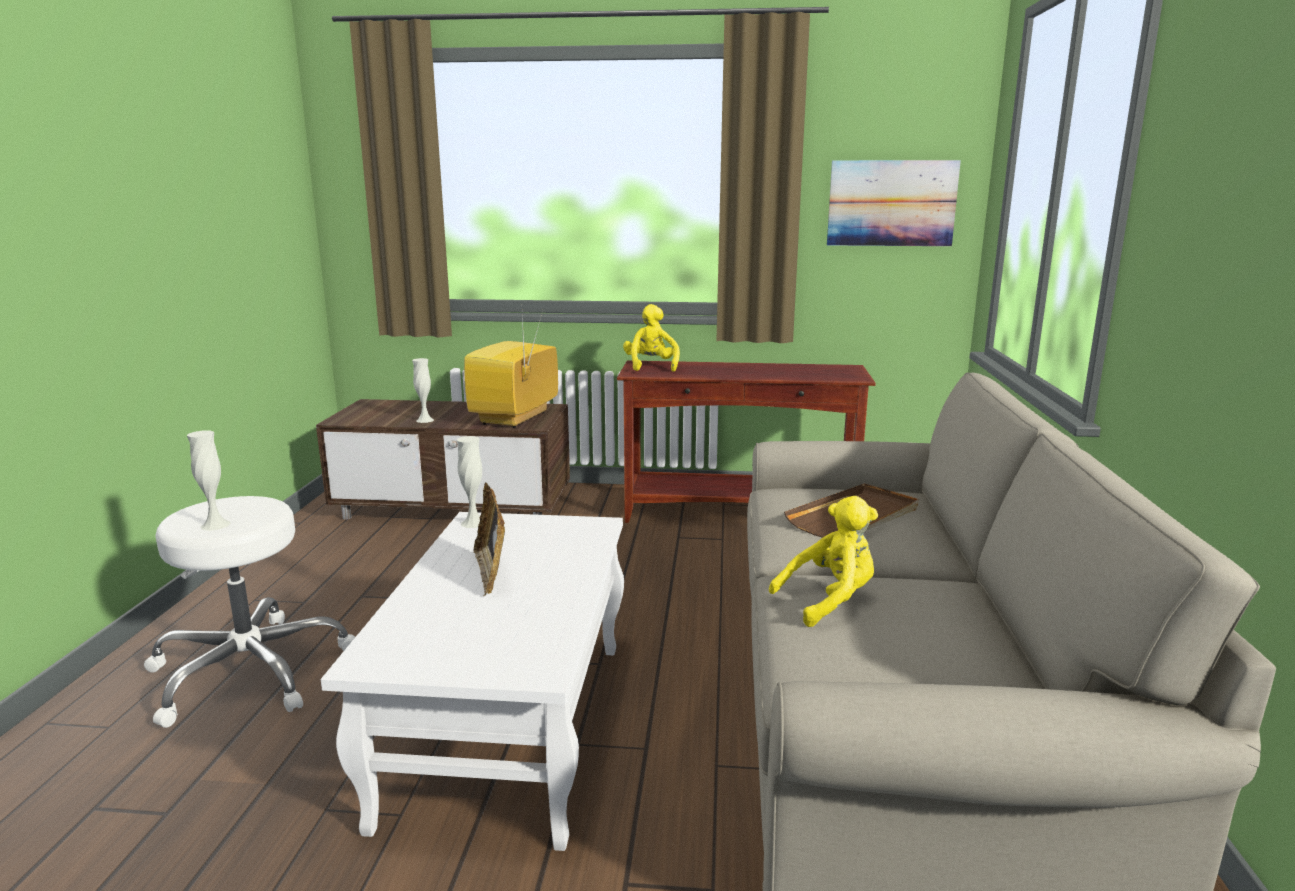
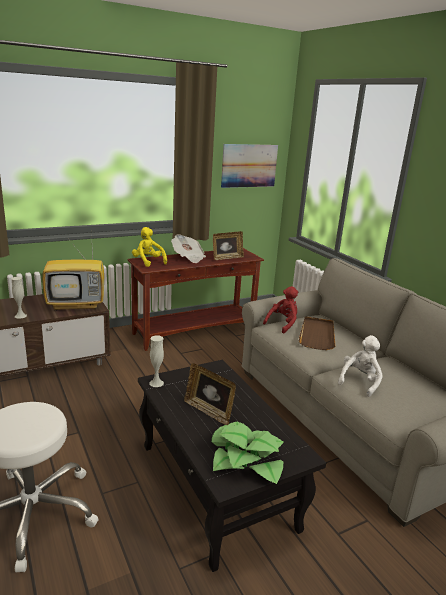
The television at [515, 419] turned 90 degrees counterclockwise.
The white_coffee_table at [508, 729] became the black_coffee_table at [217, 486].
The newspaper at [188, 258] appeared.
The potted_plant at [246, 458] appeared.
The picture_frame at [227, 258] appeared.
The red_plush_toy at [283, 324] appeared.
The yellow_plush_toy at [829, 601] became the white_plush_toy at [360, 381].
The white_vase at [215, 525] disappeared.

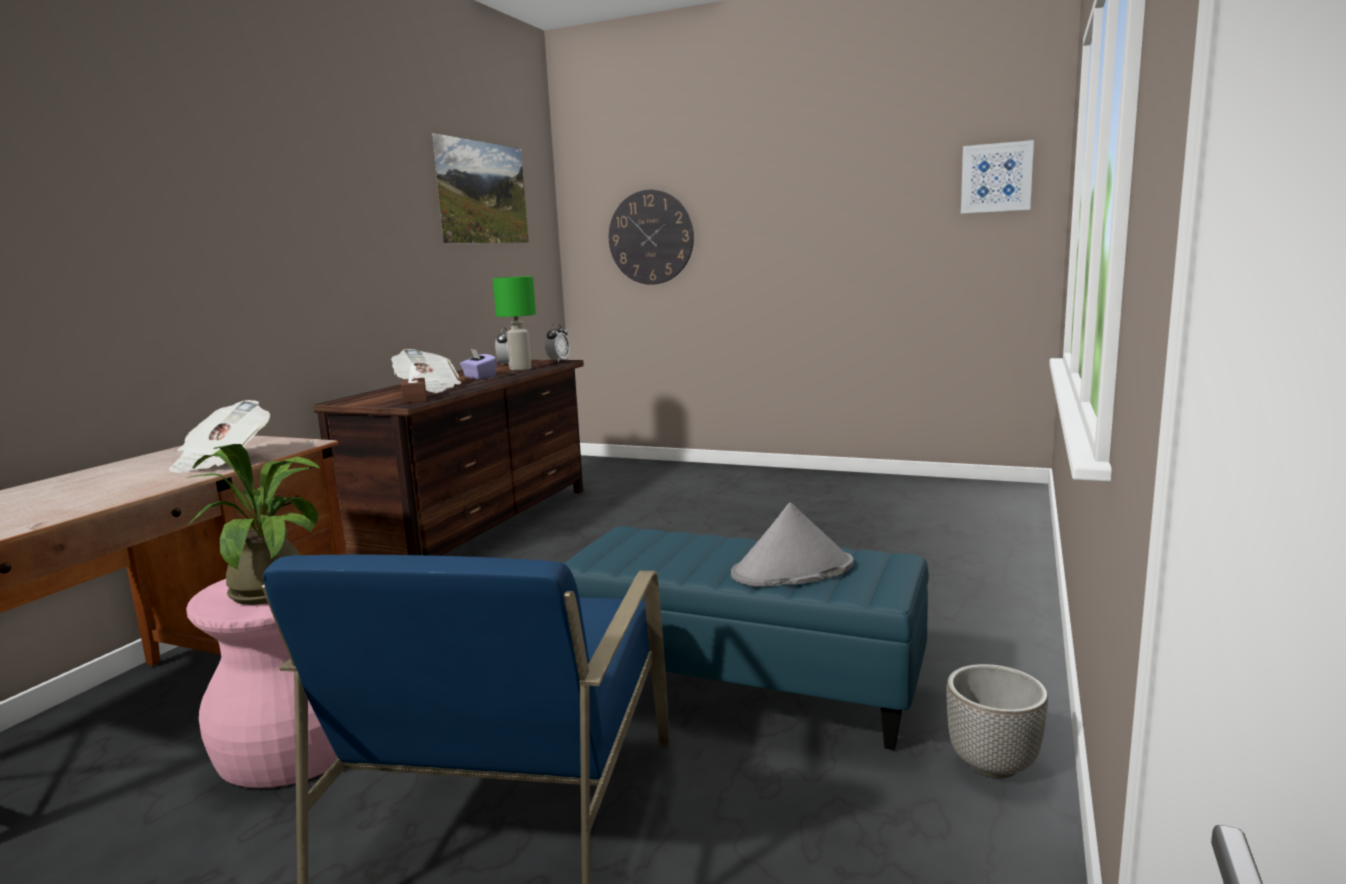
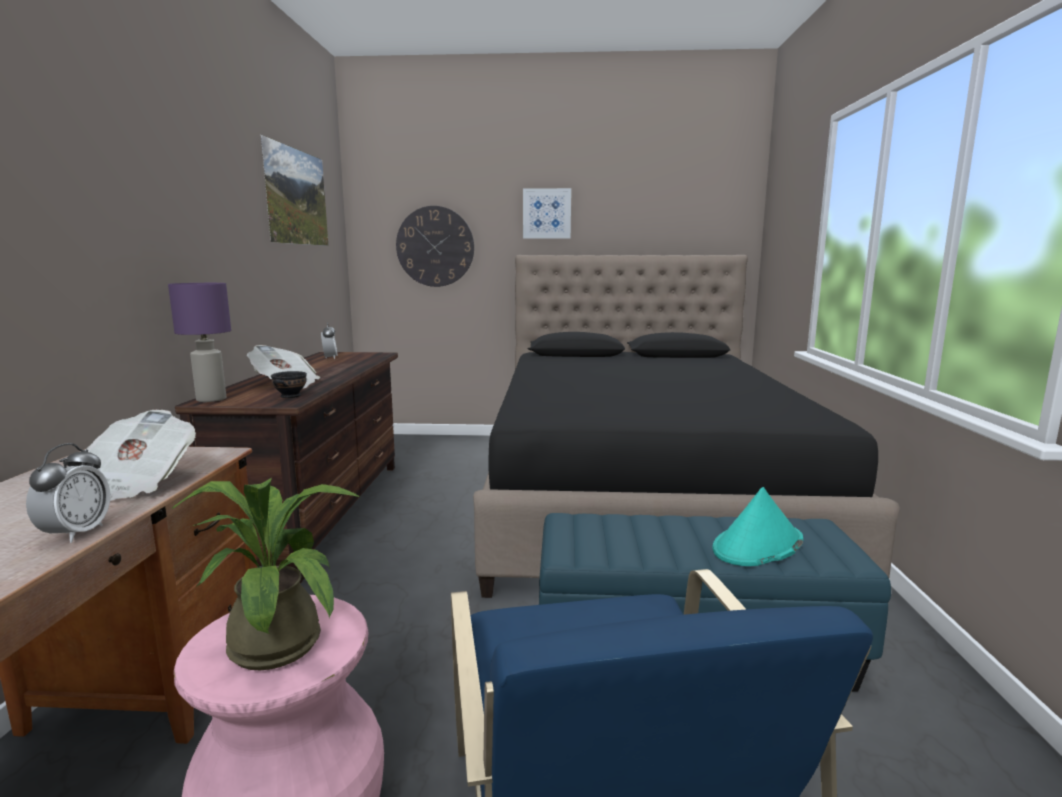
The alarm_clock moved from [558, 361] to [76, 533].
The purple_table_lamp at [210, 399] appeared.
The brown_tissue_box at [415, 399] was replaced by the black_bowl at [289, 396].
The black_bed at [641, 496] appeared.
The picture moved from [996, 178] to [546, 213].
The grey_hat at [792, 570] became the turquoise_hat at [757, 546].
The purple_tissue_box at [479, 377] disappeared.
The green_table_lamp at [520, 369] disappeared.
The planter at [993, 765] disappeared.

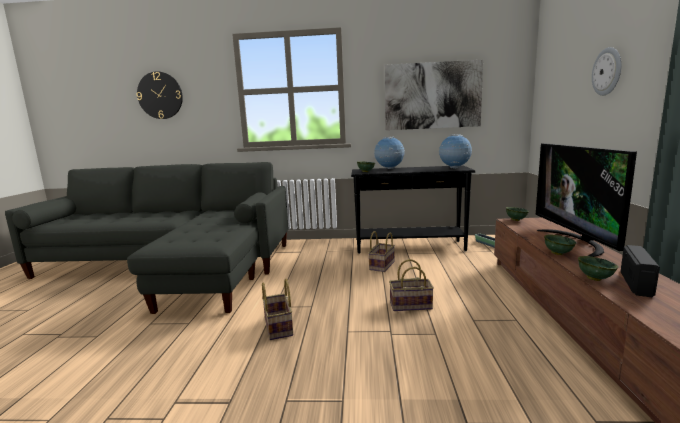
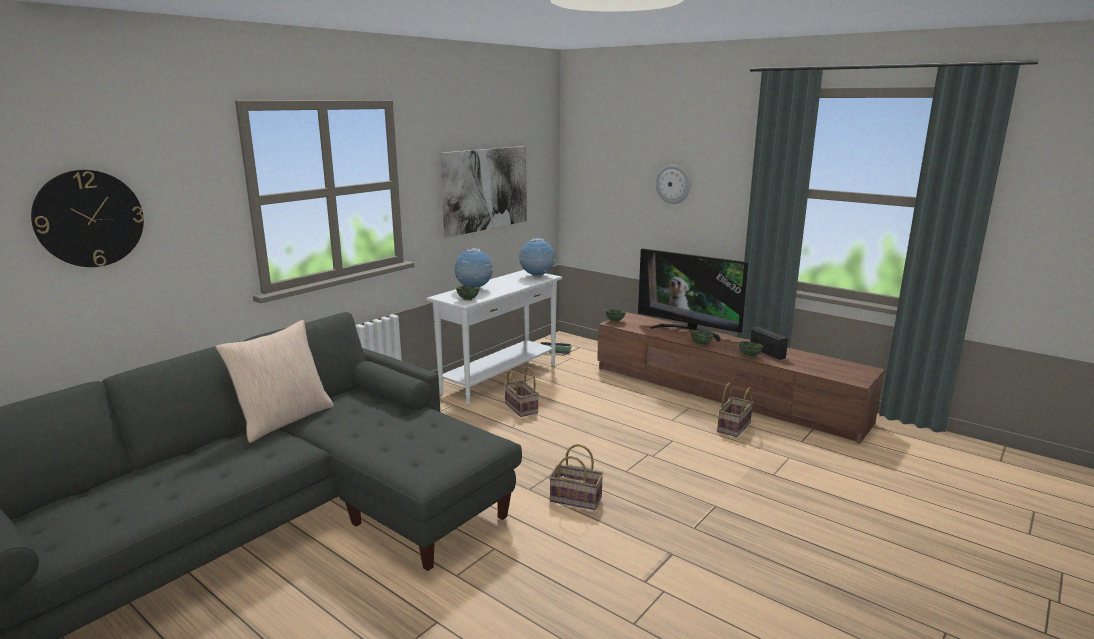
The beige_pillow at [284, 420] appeared.
The black_console_table at [410, 247] became the white_console_table at [500, 378].
The basket moved from [410, 306] to [734, 427].

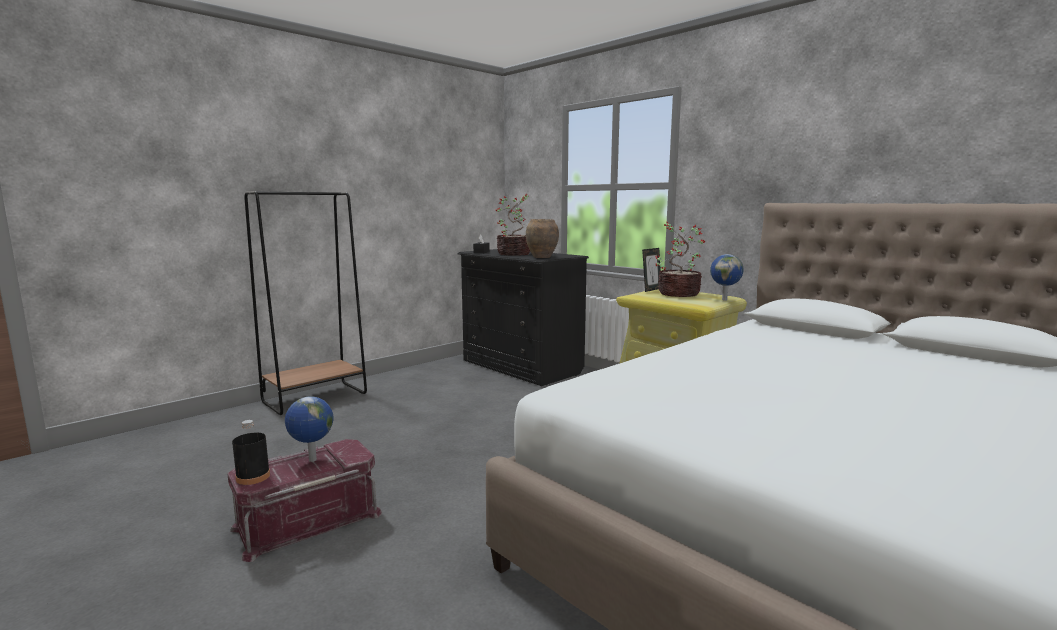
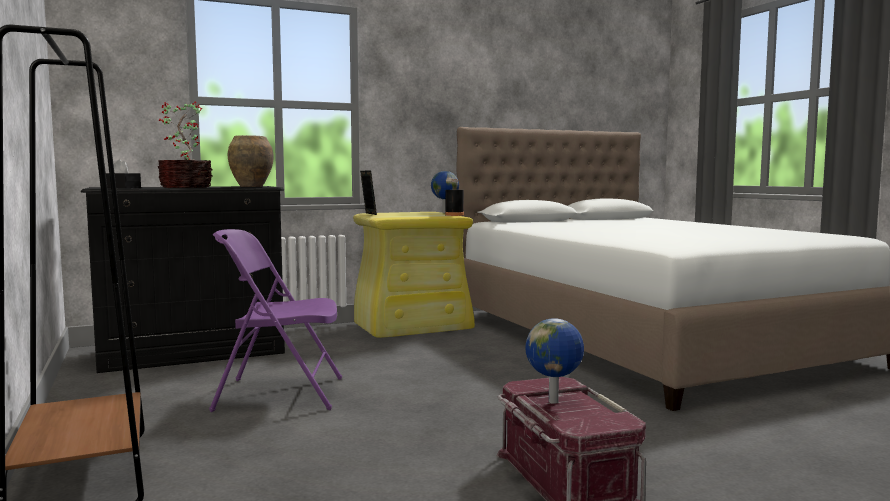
The purple_chair at [280, 393] appeared.
The black_bottle moved from [253, 477] to [454, 215].
The potted_plant at [677, 294] disappeared.

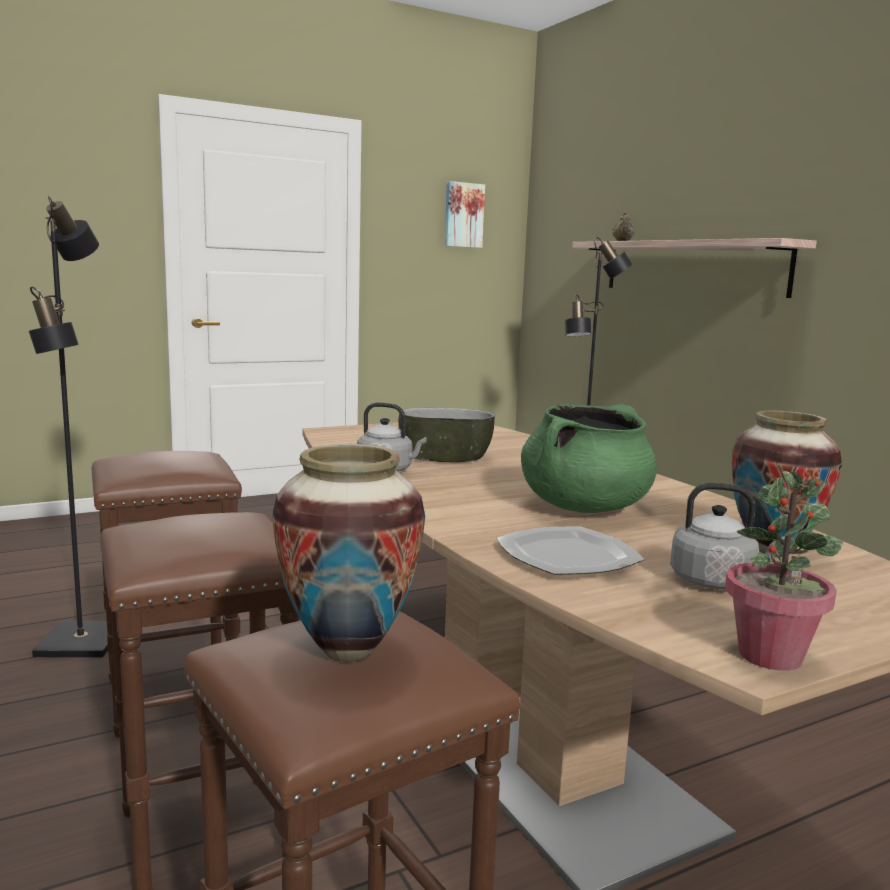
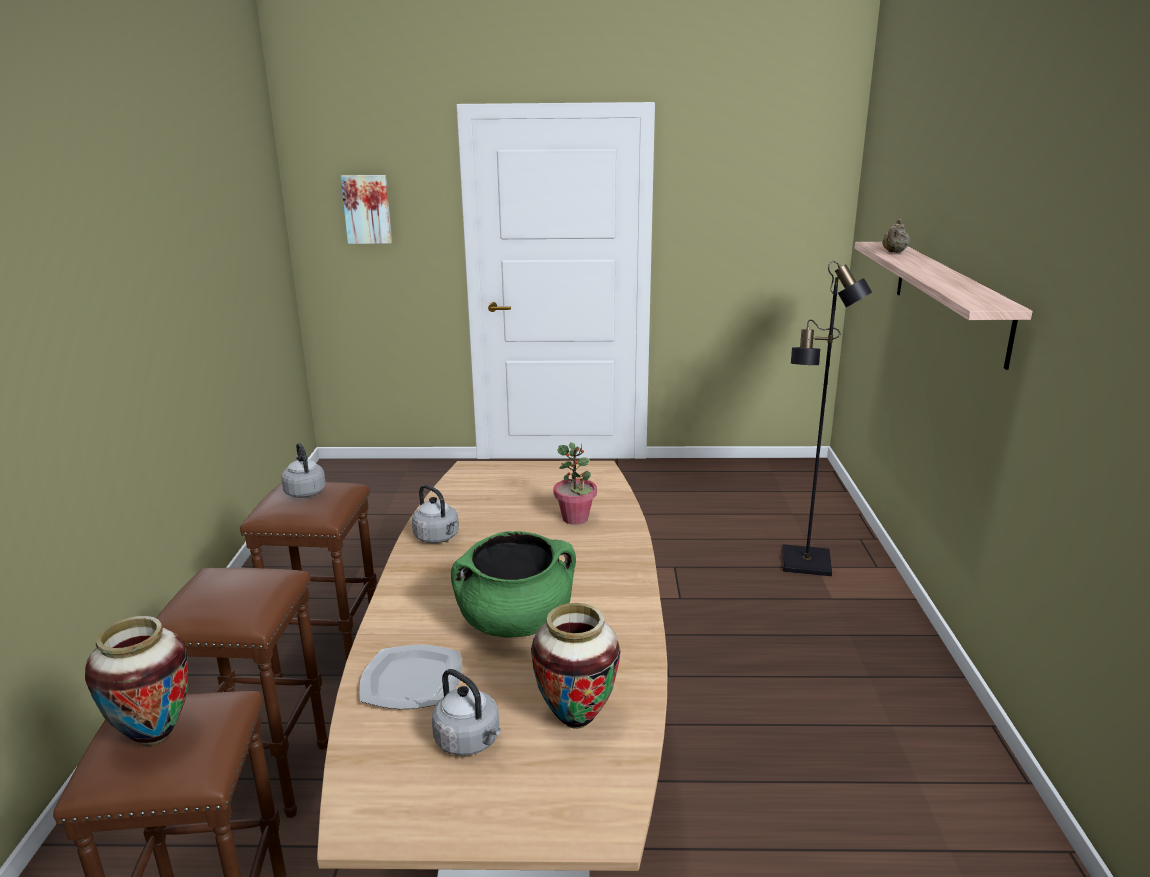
The grey_kettle at [304, 491] appeared.
The picture moved from [463, 215] to [367, 209].
The potted_plant moved from [771, 656] to [575, 518].
The black_floor_lamp at [80, 641] disappeared.
The bowl at [445, 457] disappeared.

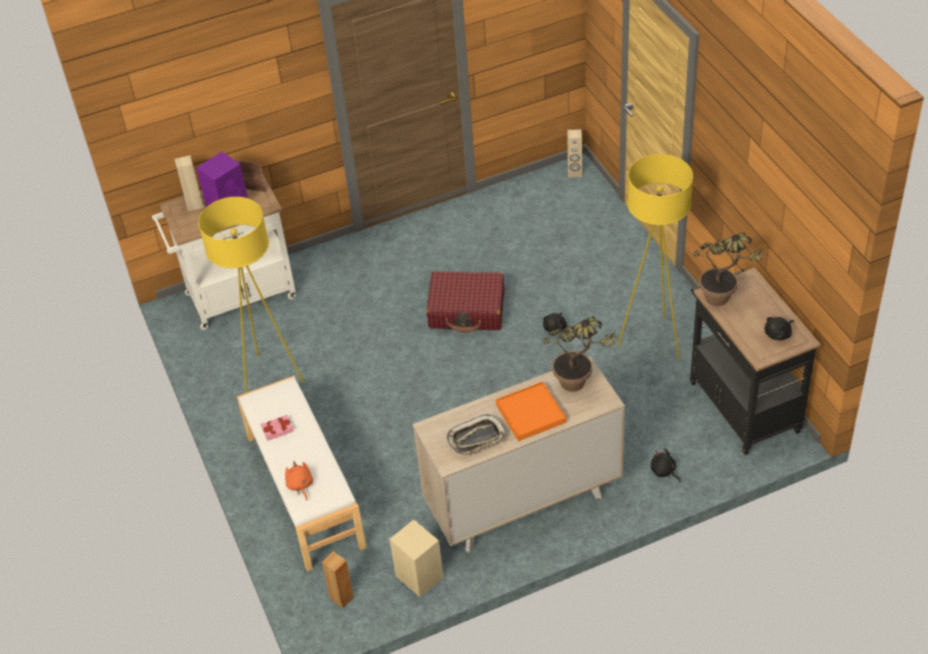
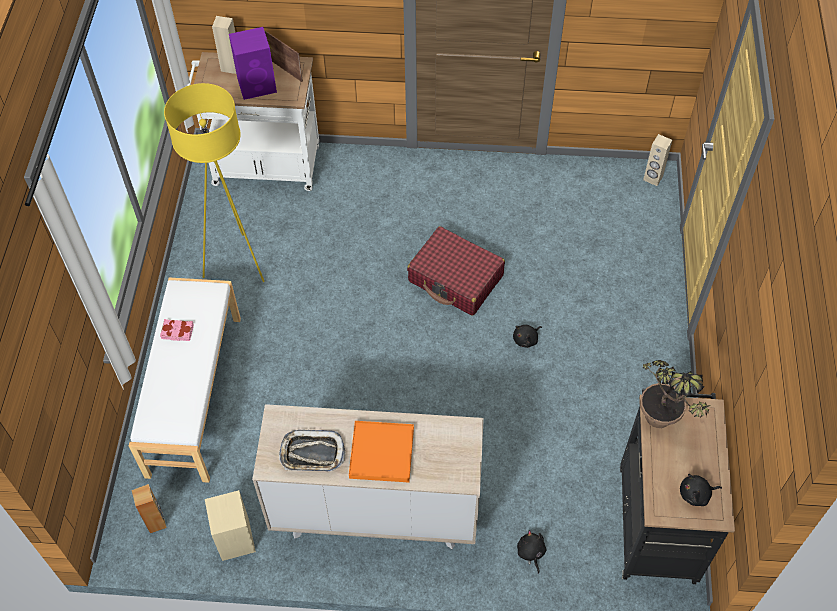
The orange_plush_toy at [300, 485] disappeared.
The potted_plant at [580, 386] disappeared.
The yellow_floor_lamp at [652, 340] disappeared.

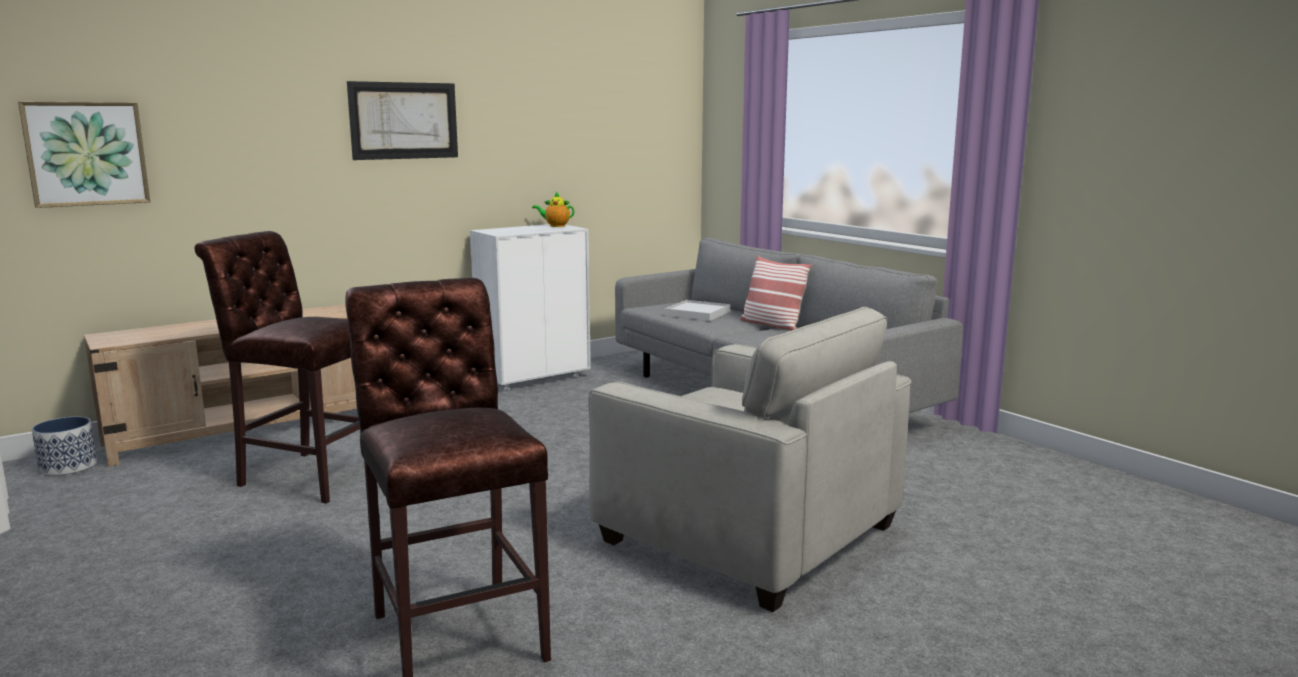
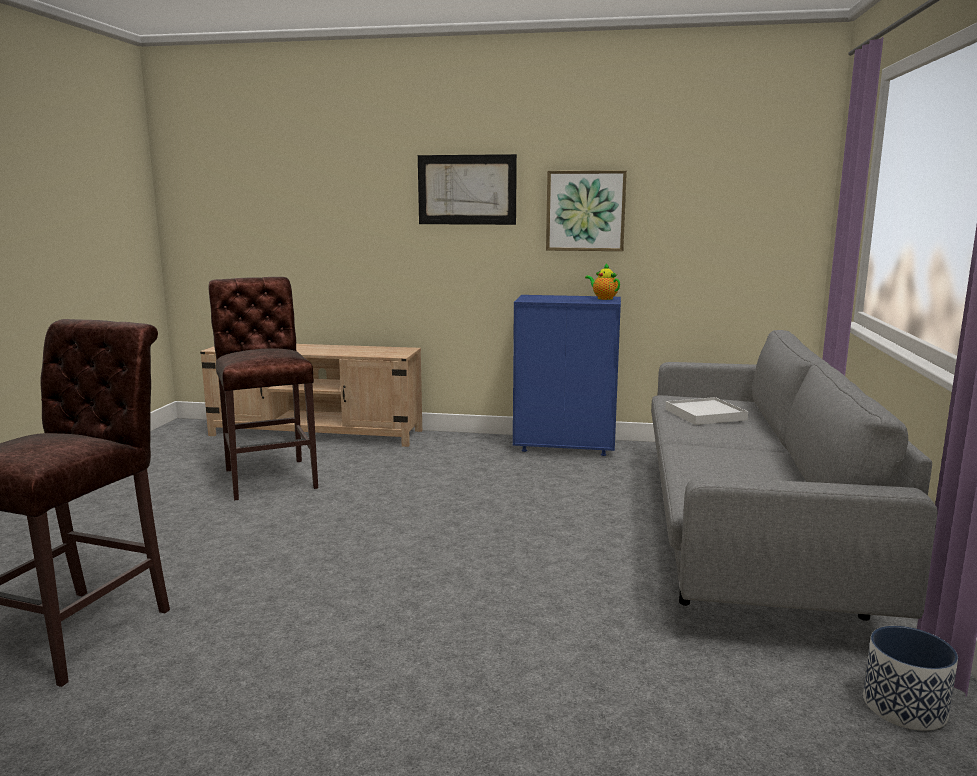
The white_cabinet at [535, 378] became the blue_cabinet at [566, 447].
The picture moved from [86, 153] to [585, 211].
The planter moved from [69, 467] to [905, 707].
The grey_armchair at [747, 534] disappeared.
The pillow at [772, 325] disappeared.

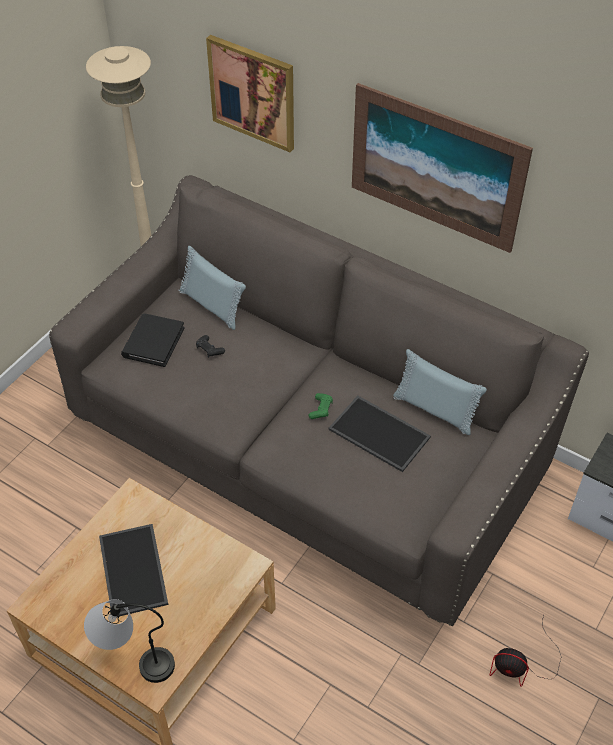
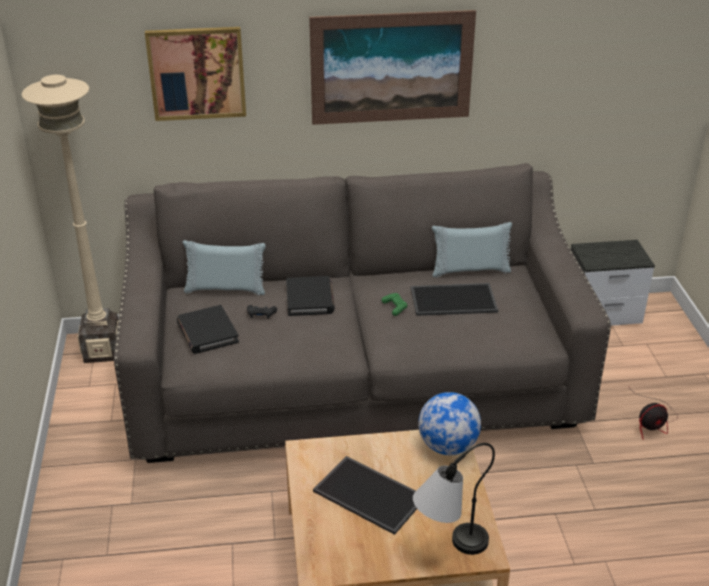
The black_book at [310, 299] appeared.
The globe at [447, 446] appeared.

